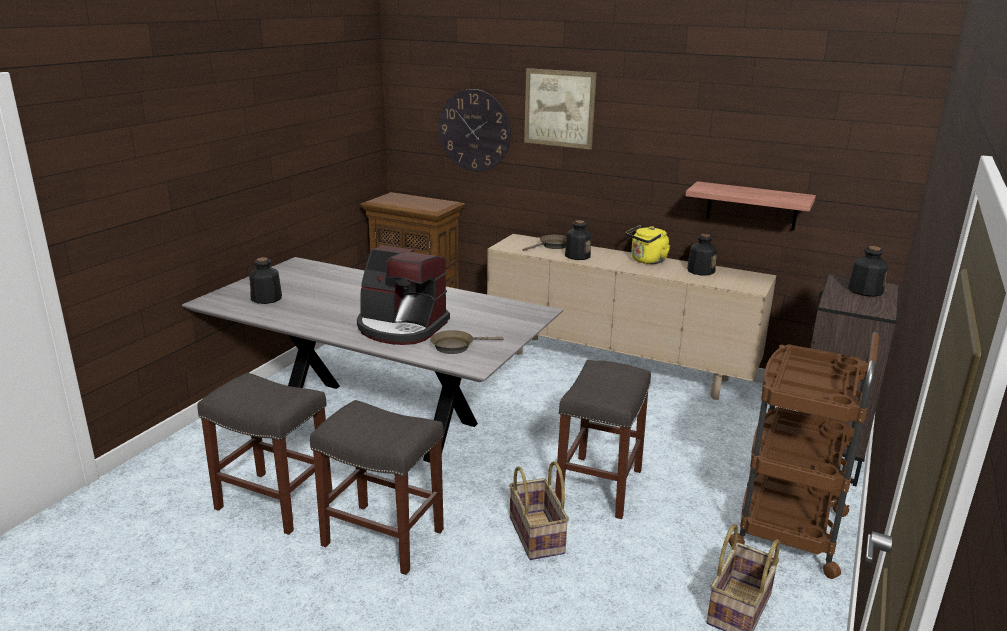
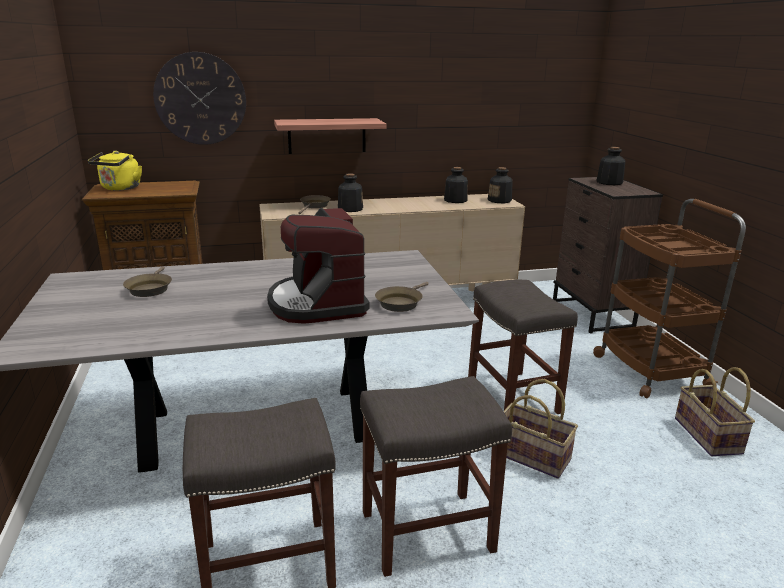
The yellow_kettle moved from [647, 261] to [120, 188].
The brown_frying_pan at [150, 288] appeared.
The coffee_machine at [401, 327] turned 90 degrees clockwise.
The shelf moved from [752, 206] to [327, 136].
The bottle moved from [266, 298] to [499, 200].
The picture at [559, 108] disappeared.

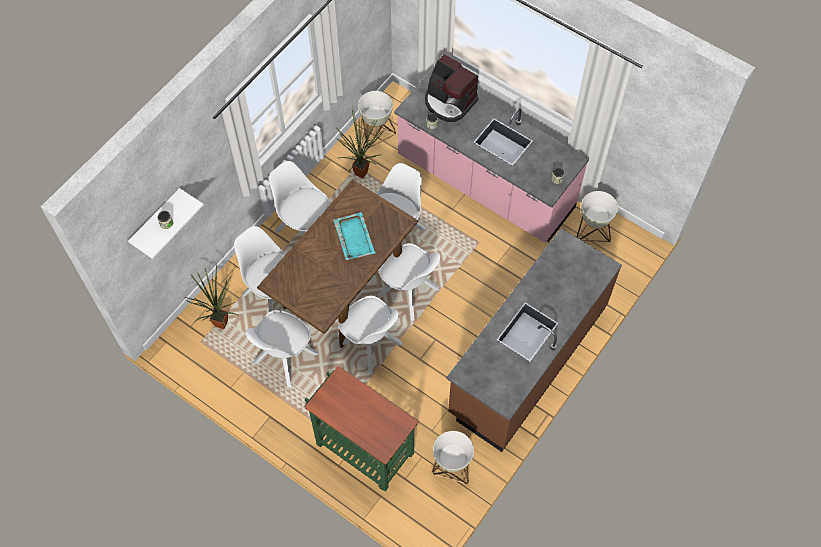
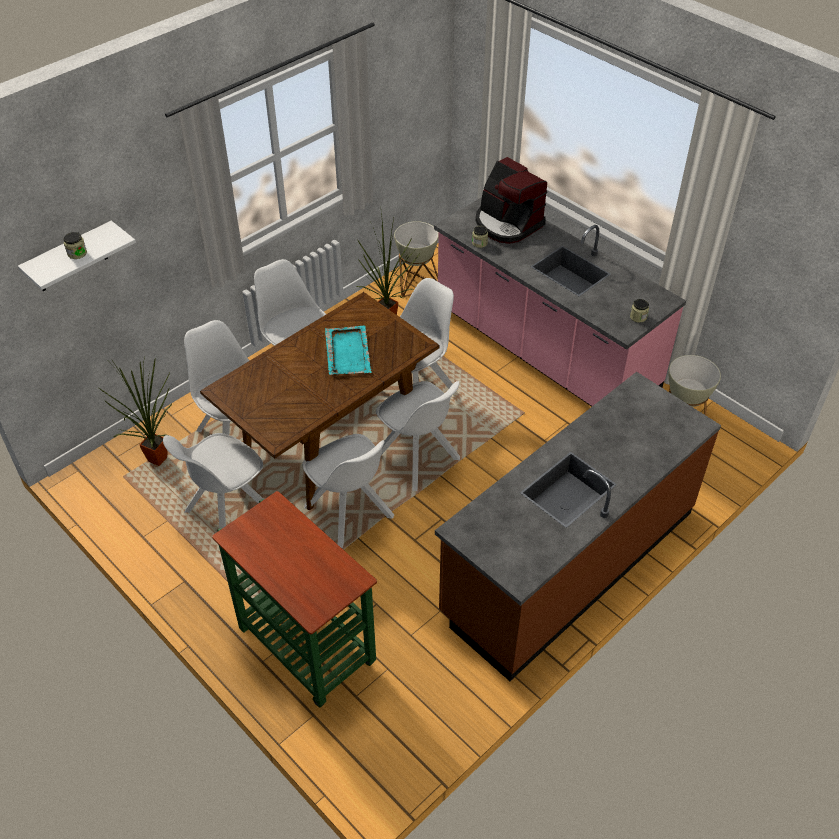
The planter at [451, 468] disappeared.

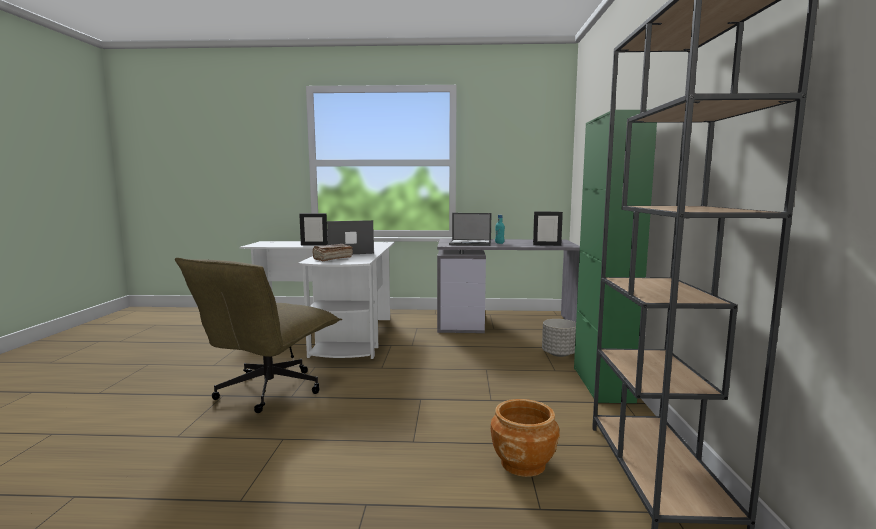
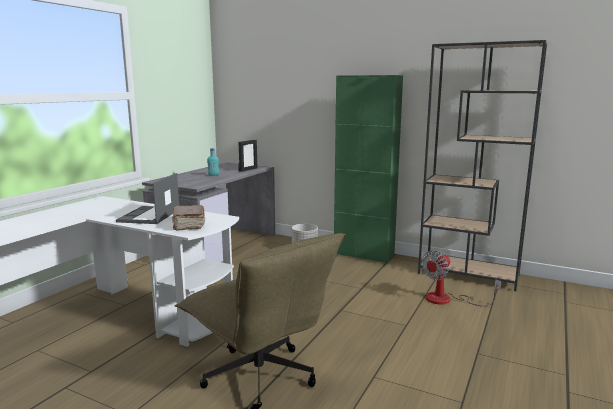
The brown_planter at [523, 463] was replaced by the fan at [447, 300].
The picture_frame at [314, 245] disappeared.
The laptop at [471, 243] disappeared.

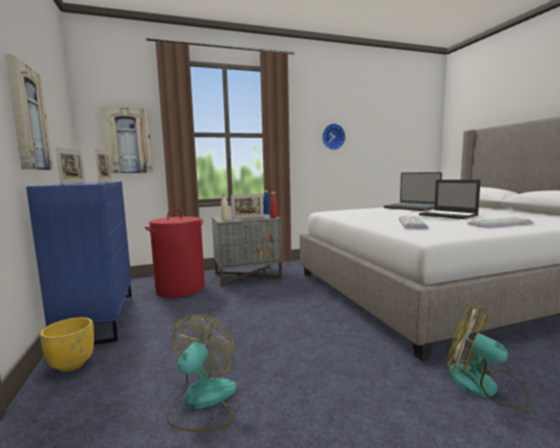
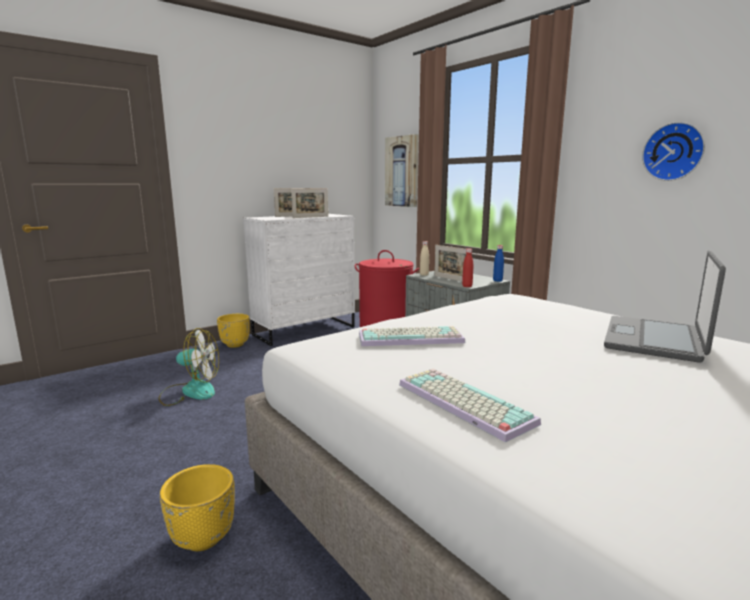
The fan at [484, 386] was replaced by the yellow_planter at [202, 538].
The blue_dresser at [98, 318] became the white_dresser at [304, 330].
The picture at [28, 118] disappeared.
The laptop at [449, 215] disappeared.

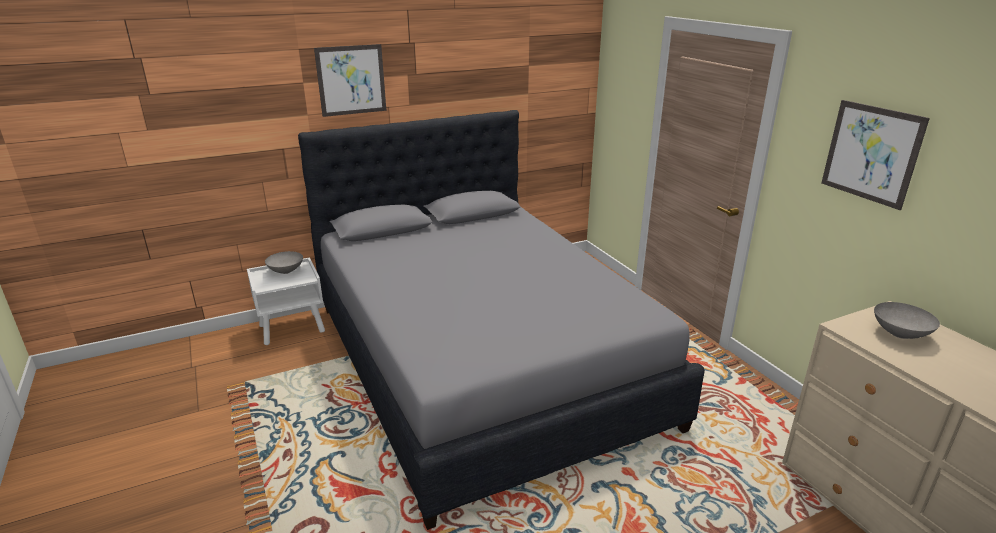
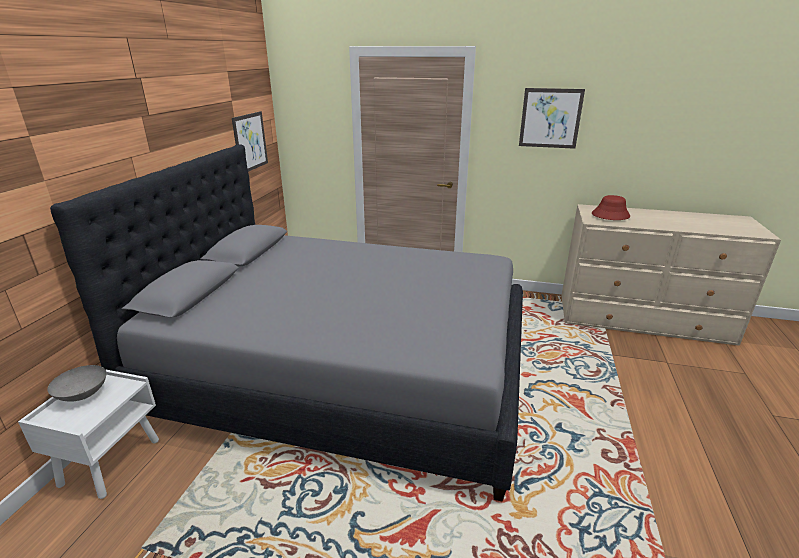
The picture moved from [351, 80] to [250, 142].
The grey_bowl at [900, 333] was replaced by the red_hat at [610, 215].

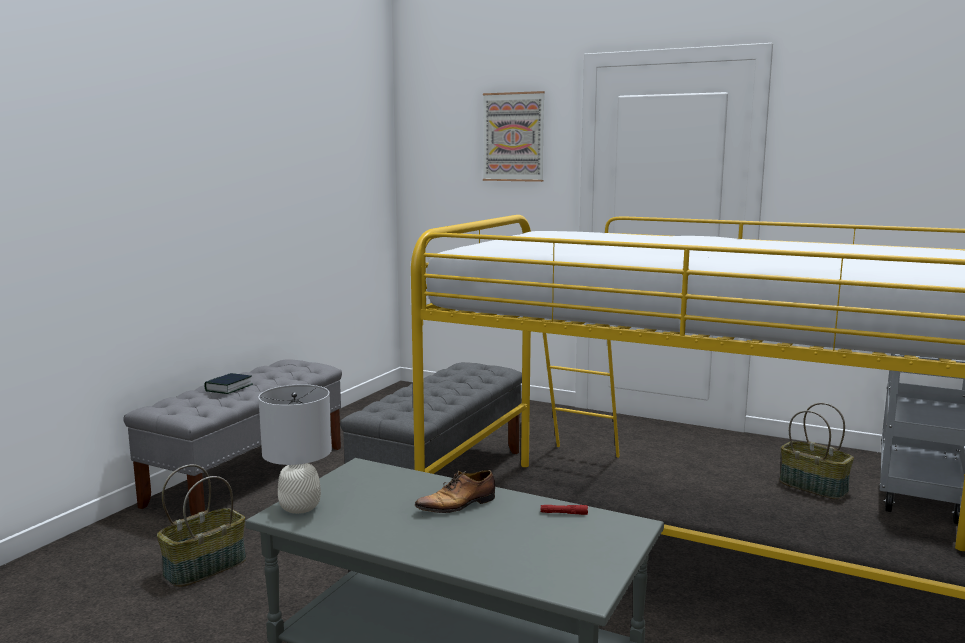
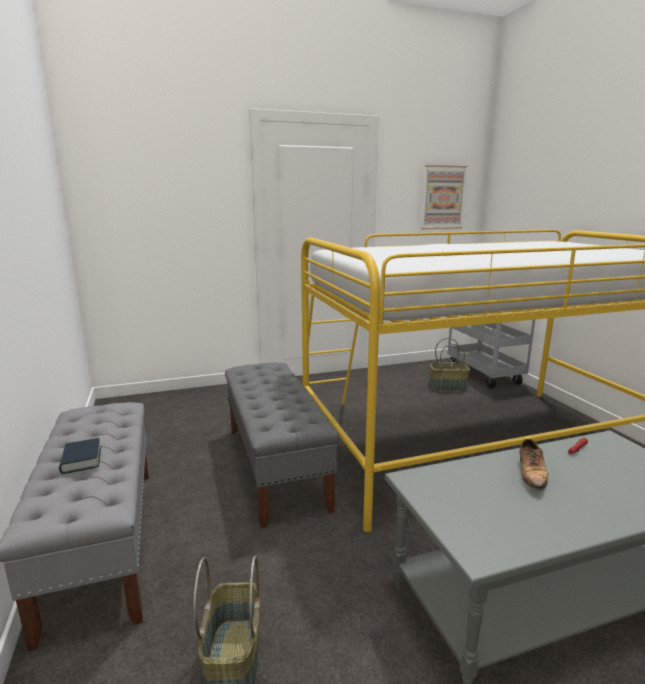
The picture moved from [513, 137] to [443, 197].
The grey_table_lamp at [299, 509] disappeared.

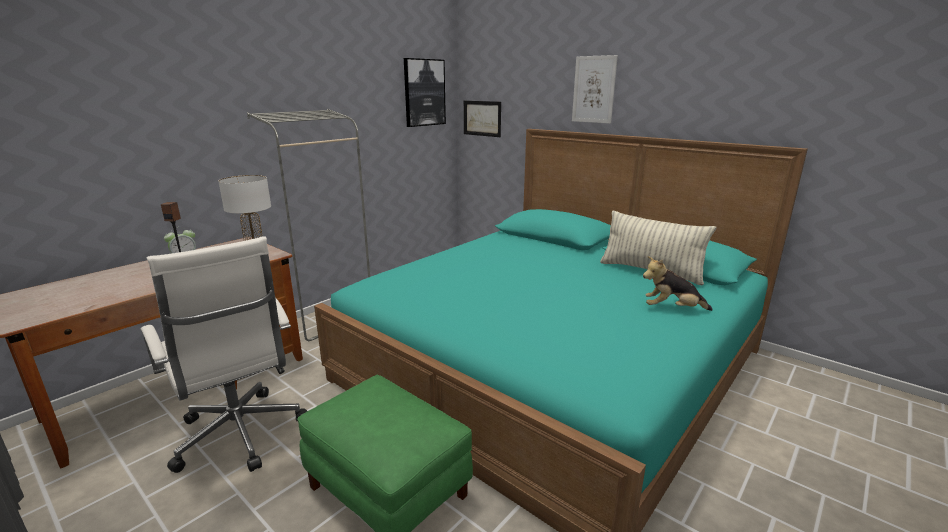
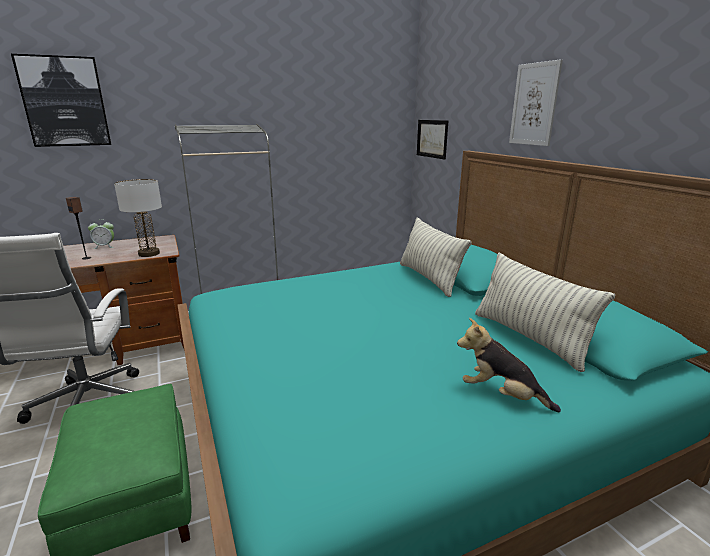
The picture moved from [424, 92] to [65, 102].
The pillow at [429, 278] appeared.

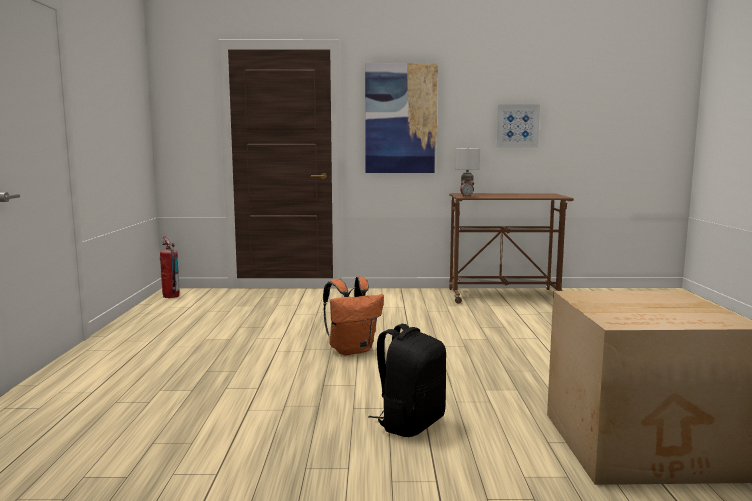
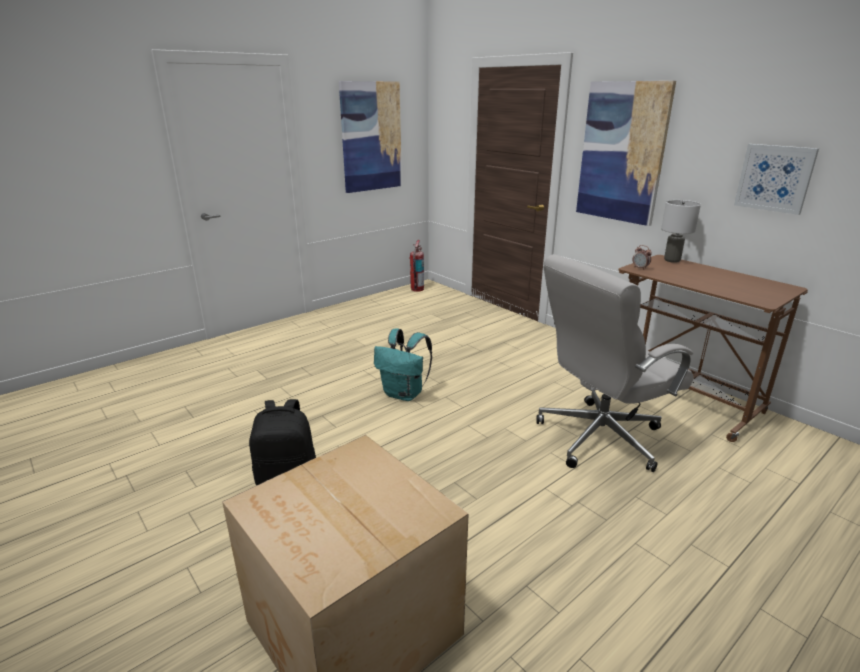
The picture at [371, 137] appeared.
The orange_backpack at [352, 350] became the turquoise_backpack at [404, 394].
The grey_office_chair at [601, 436] appeared.

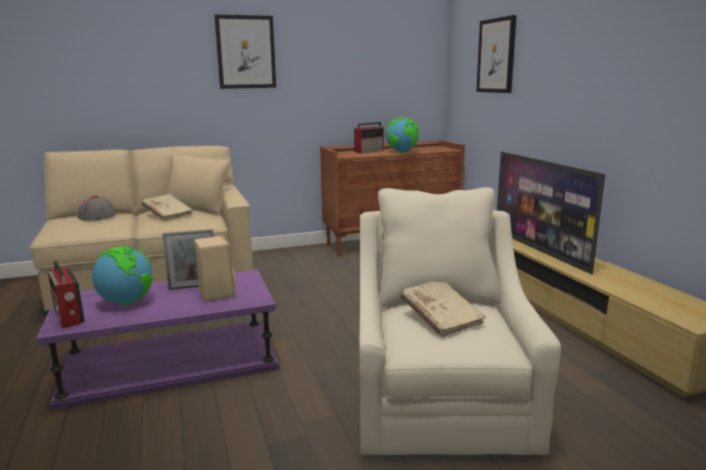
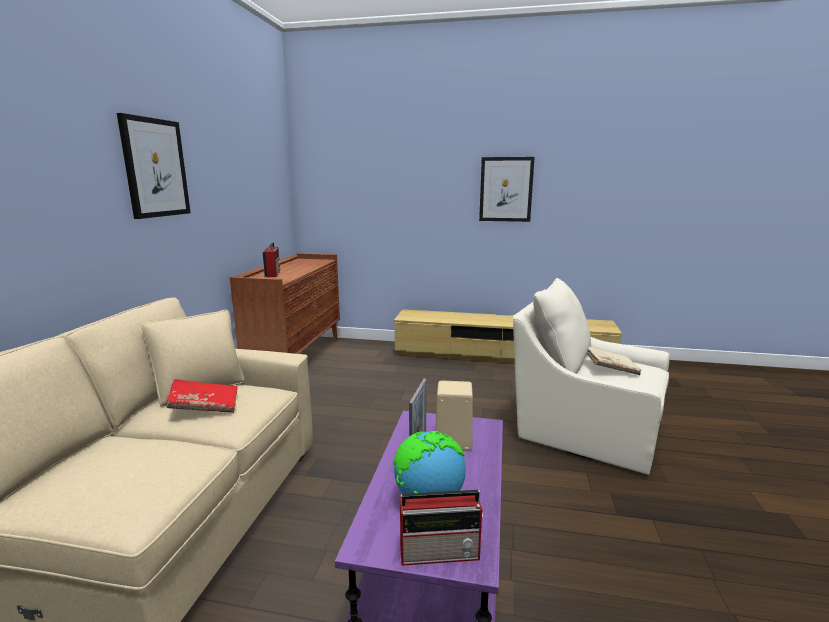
The beige_book at [168, 214] became the red_book at [205, 406].
The picture moved from [496, 56] to [506, 189].
The grey_hat at [97, 217] disappeared.
The globe at [402, 152] disappeared.
The television at [540, 250] disappeared.

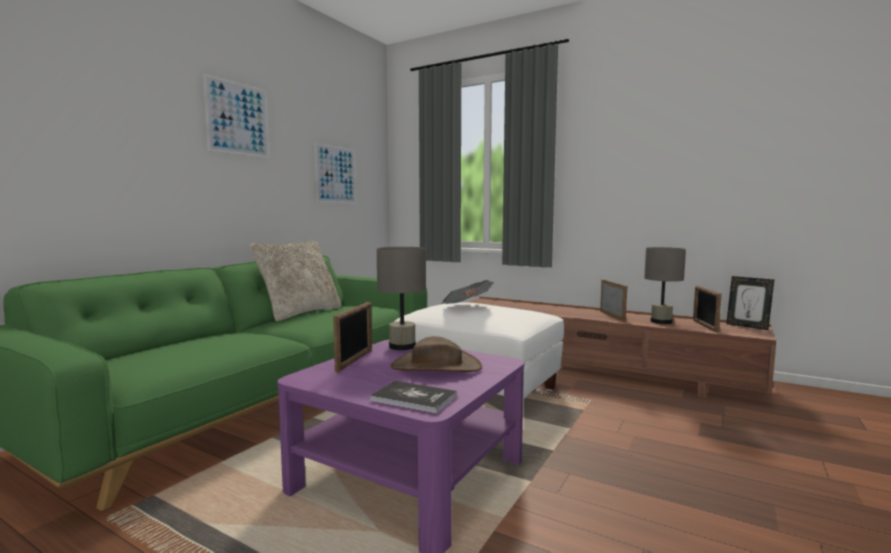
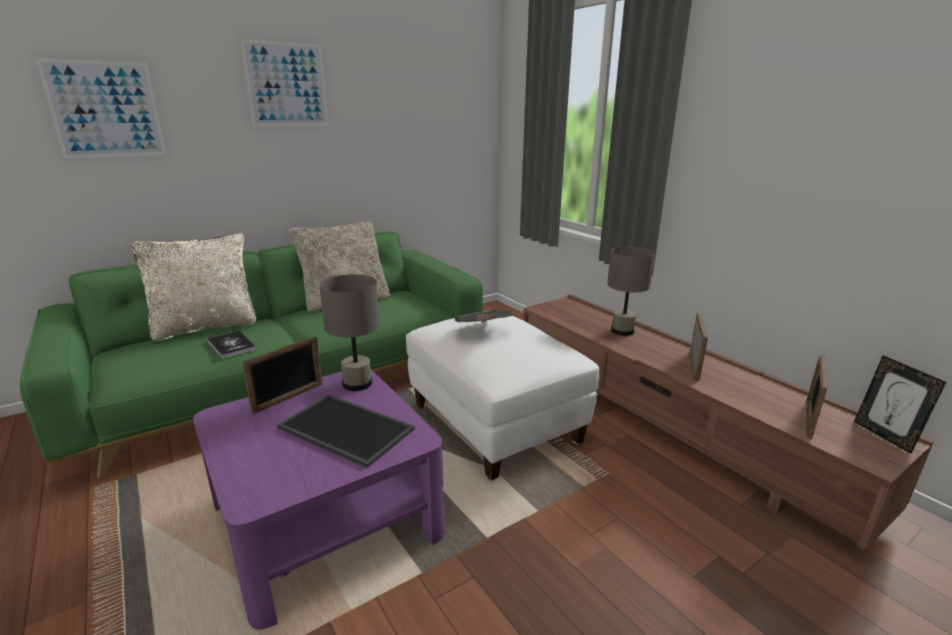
The picture moved from [336, 174] to [105, 110].
The beige_pillow at [207, 329] appeared.
The book moved from [414, 398] to [231, 345].
The brown_hat at [436, 366] was replaced by the tray at [343, 429].
The grey_table_lamp moved from [661, 321] to [623, 331].

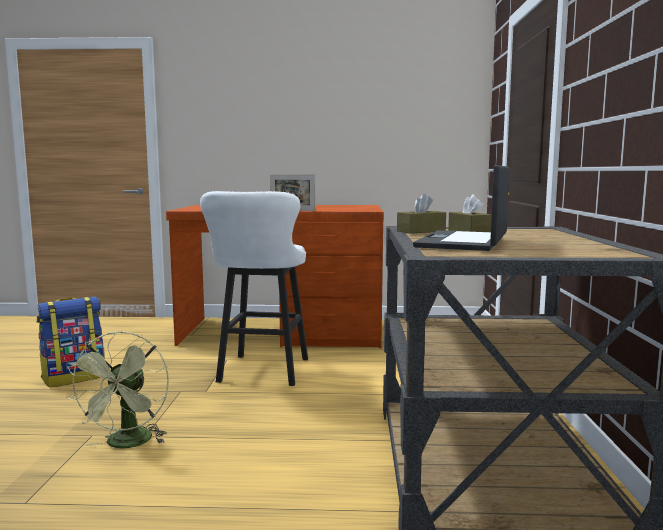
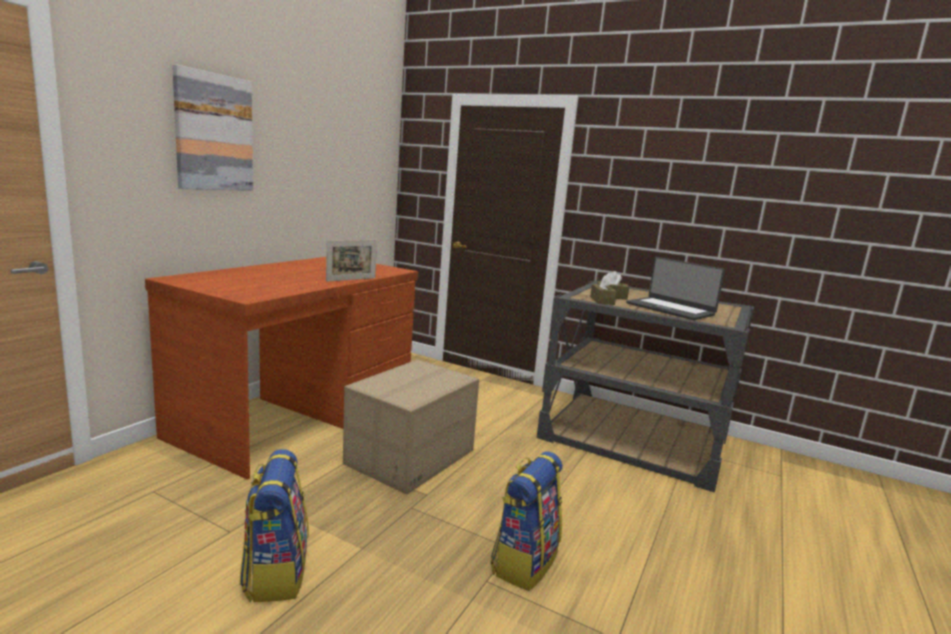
The picture at [214, 132] appeared.
The white_stool at [261, 374] was replaced by the cardboard_box at [411, 458].
The green_fan at [127, 444] was replaced by the backpack at [524, 561].

